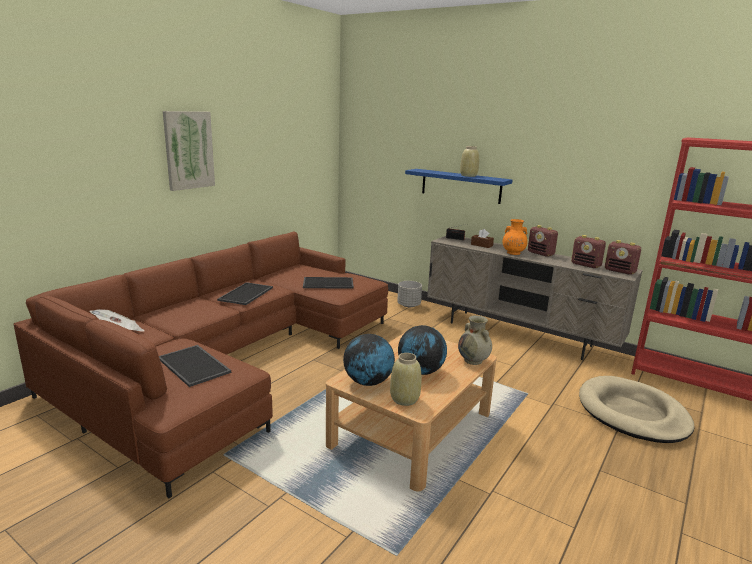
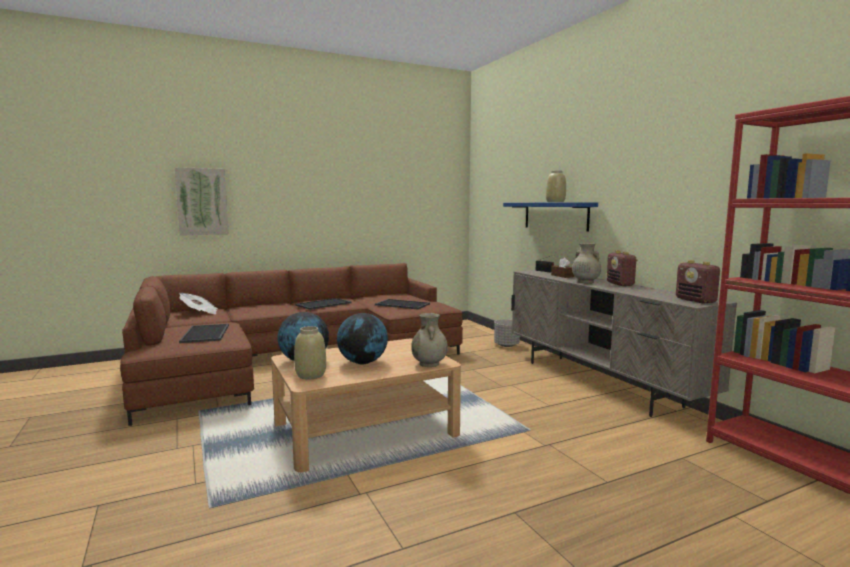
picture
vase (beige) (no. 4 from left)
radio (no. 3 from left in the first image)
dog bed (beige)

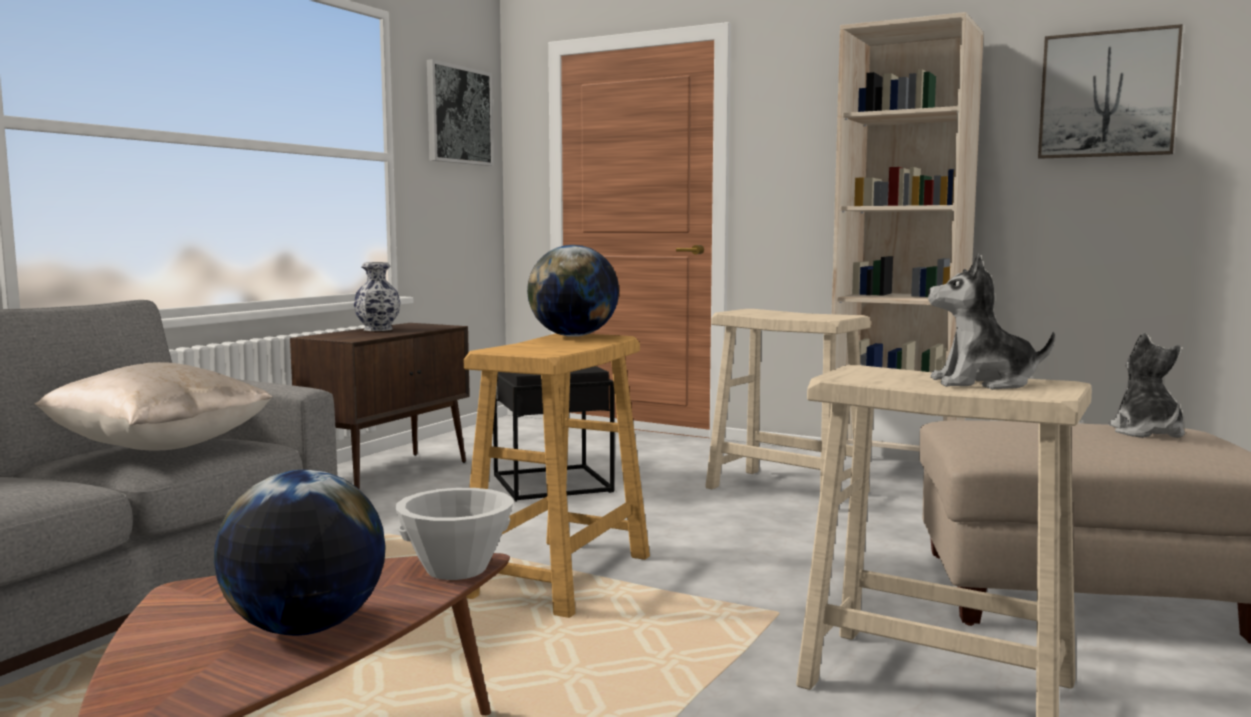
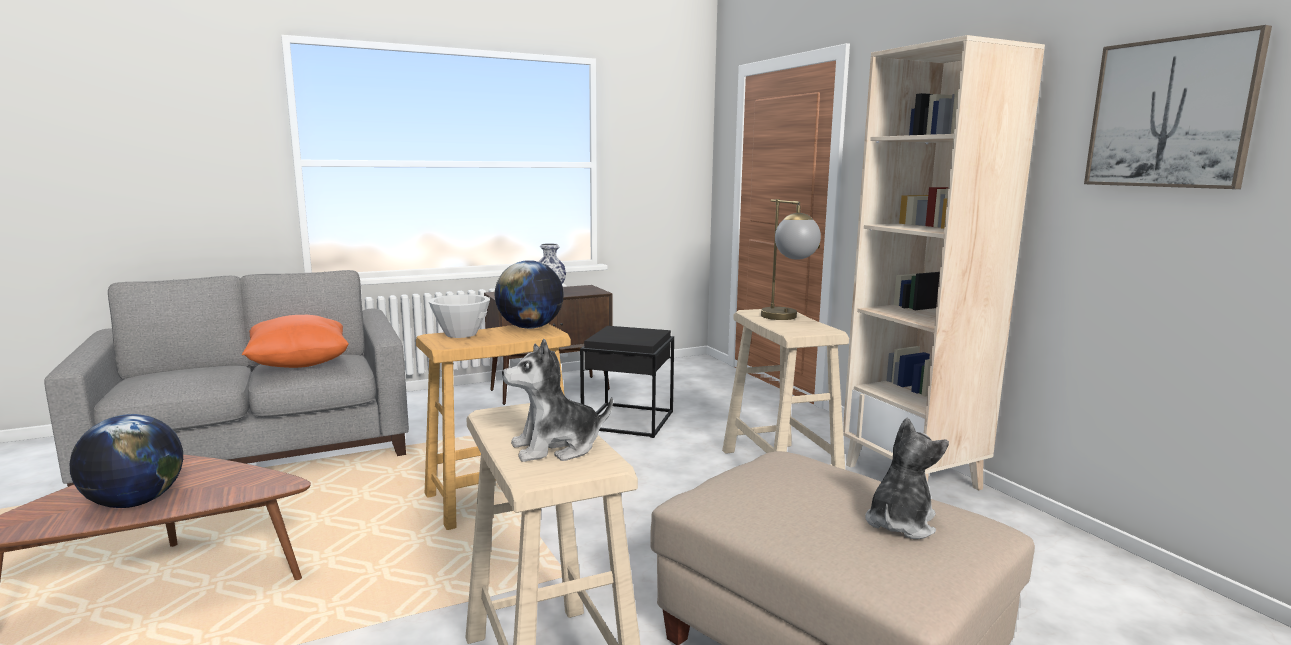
pillow (orange)
bowl (white)
plush toy (no. 1 from left)
table lamp
picture (no. 1 from left in the first image)

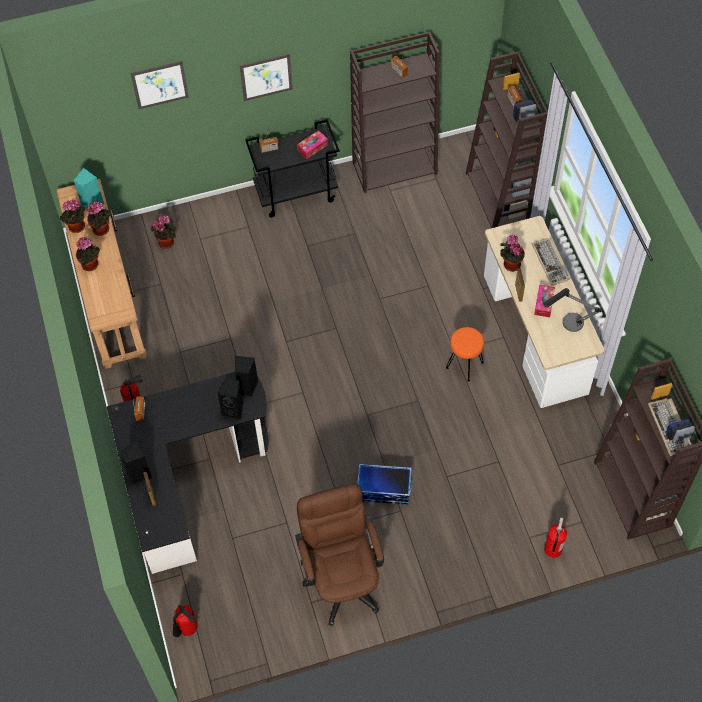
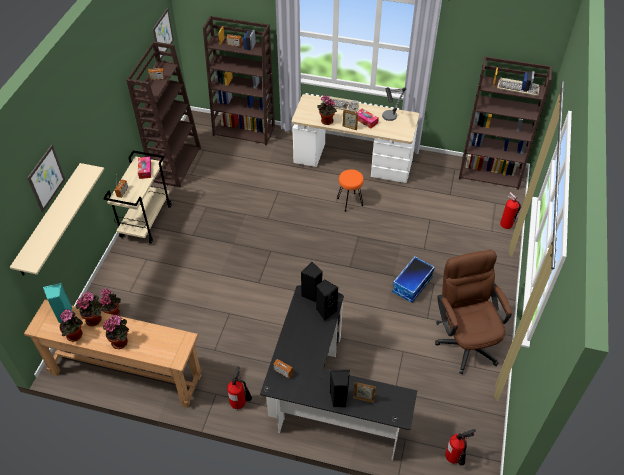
shelf (beige)
cart (beige)
picture (no. 2 from left)
office chair (brown)

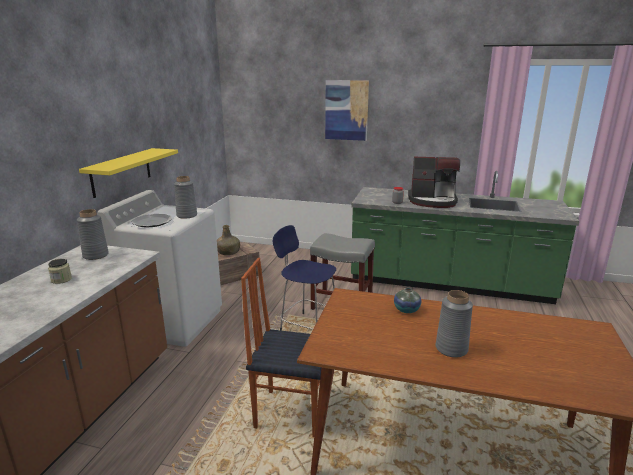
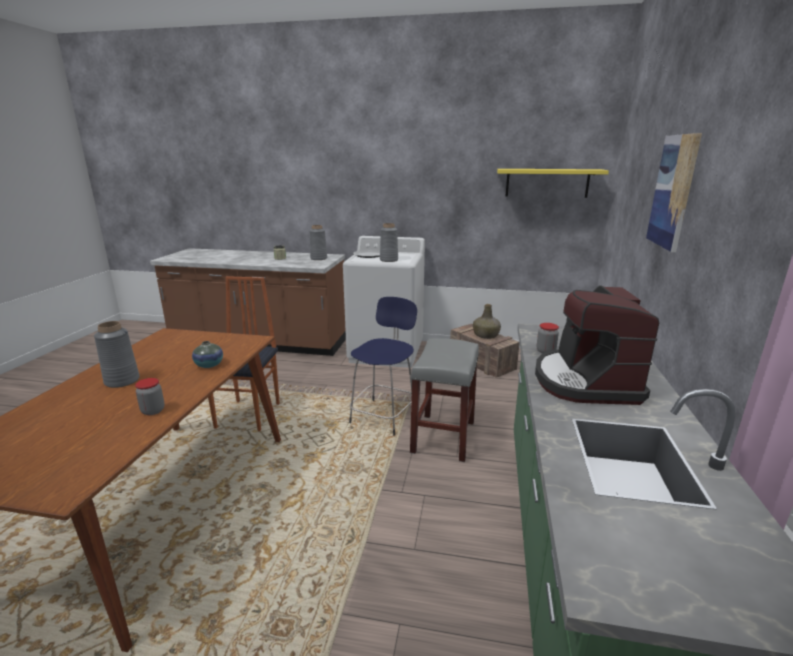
jar (no. 1 from left)
shelf (yellow)

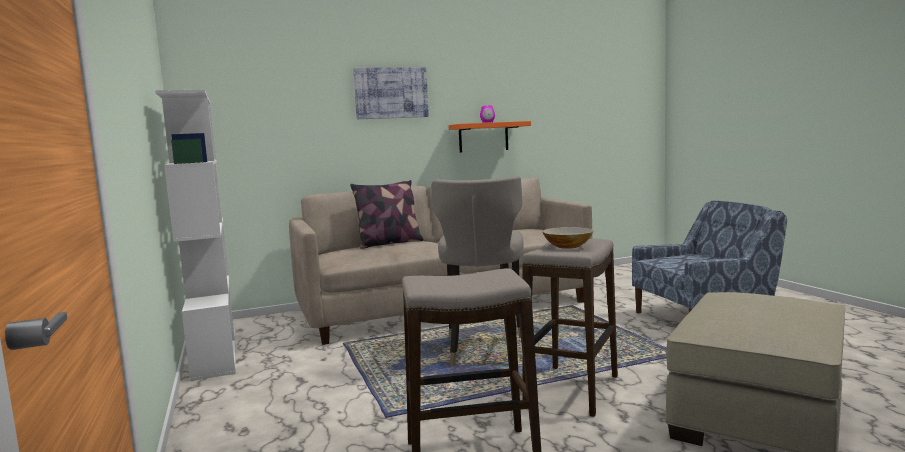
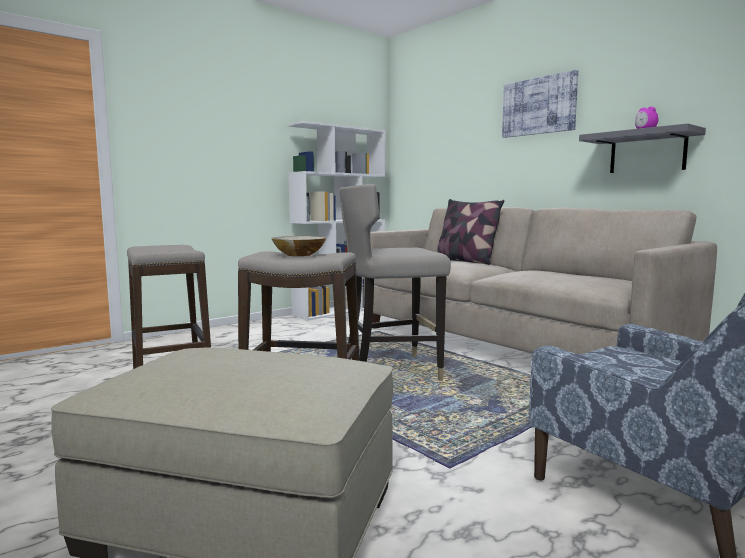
shelf (grey)

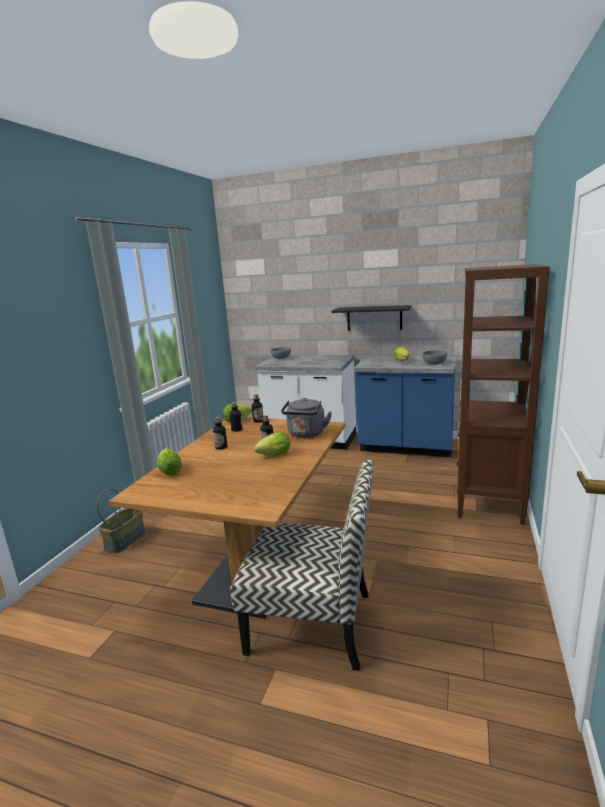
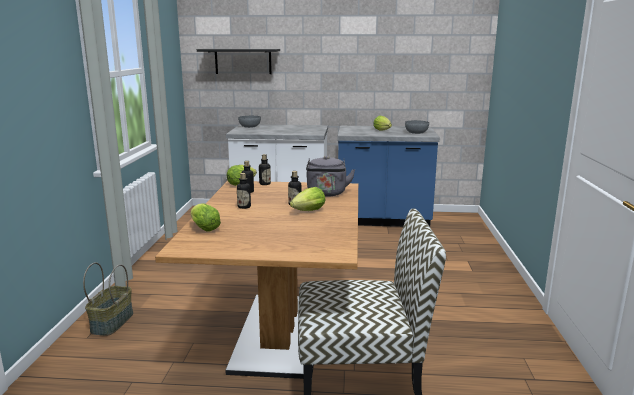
shelf (black)
bookcase (brown)

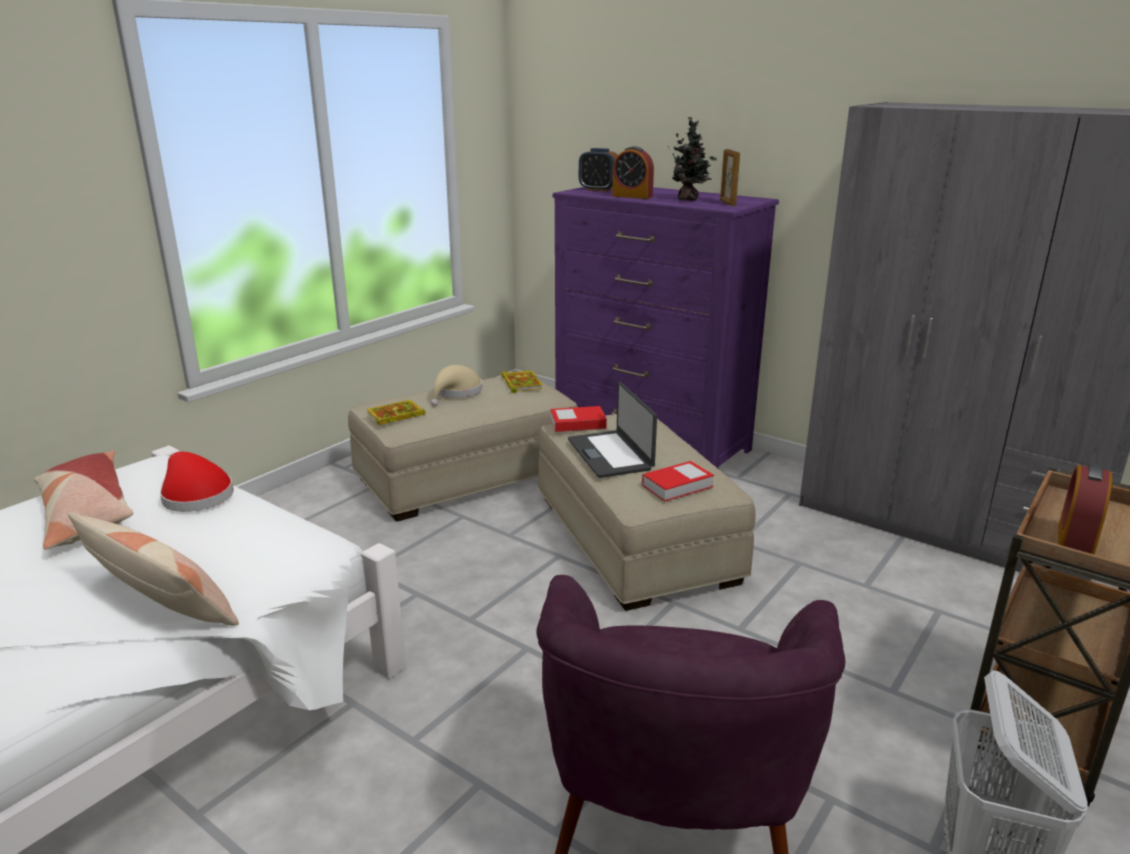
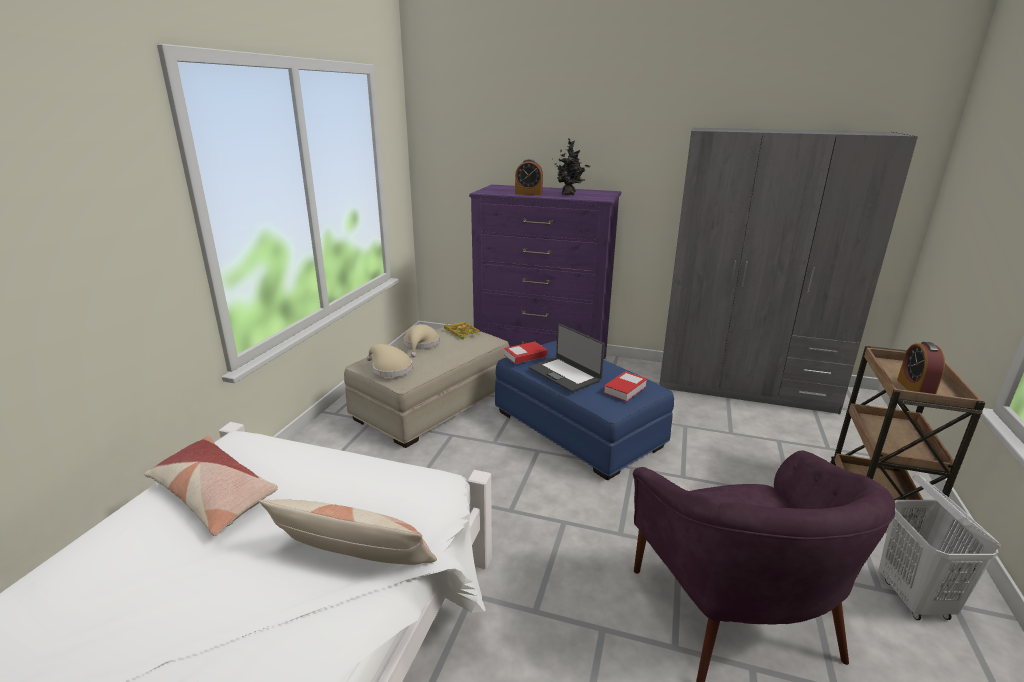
hat (beige) (no. 1 from left)
ottoman (blue)
hat (red)
alarm clock (no. 1 from left in the first image)
picture frame

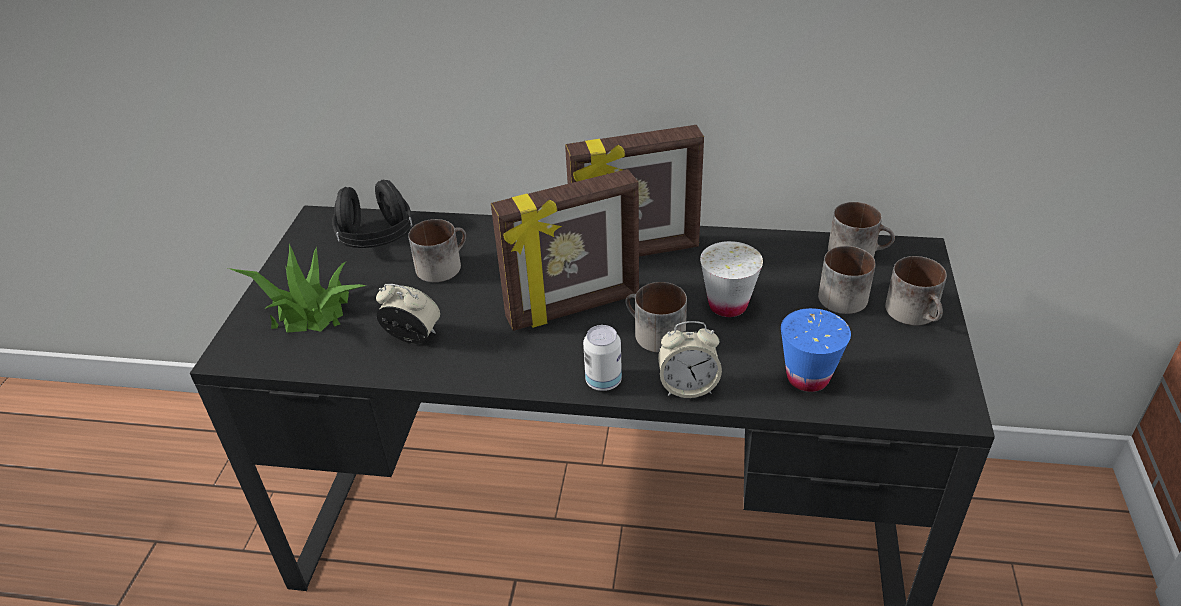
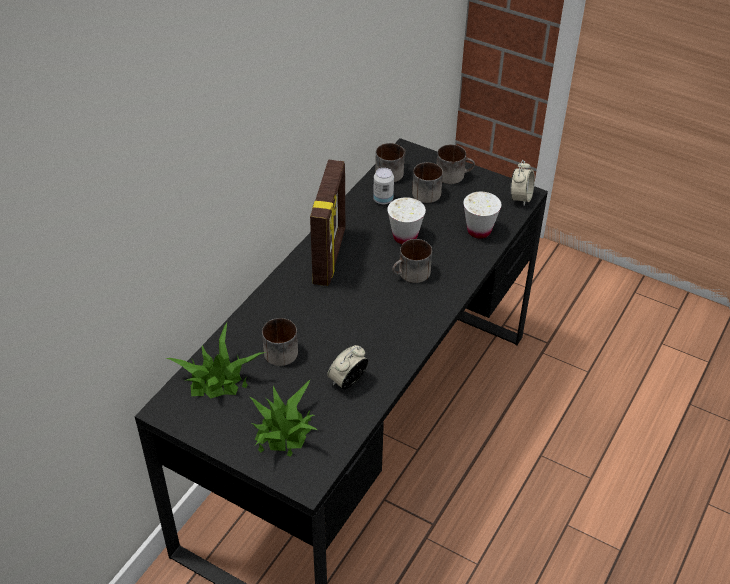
potted plant (no. 1 from left)
can
cup (white) (no. 2 from left)
alarm clock (no. 2 from left)
picture frame (no. 1 from left in the first image)

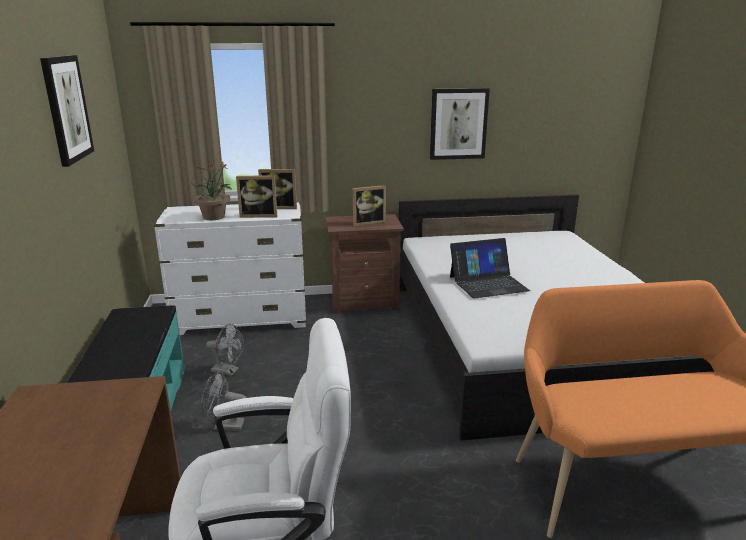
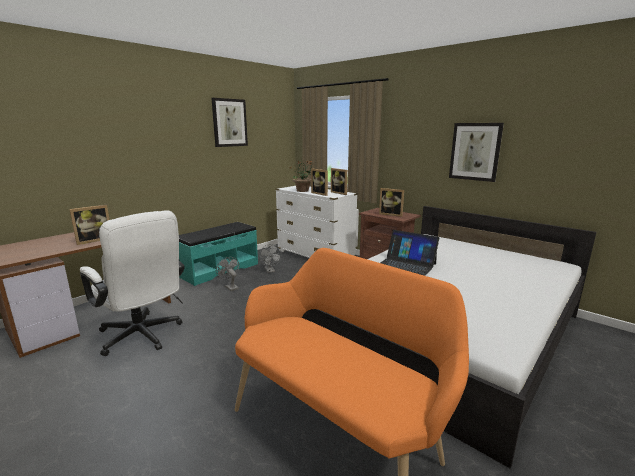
picture frame (no. 1 from left)

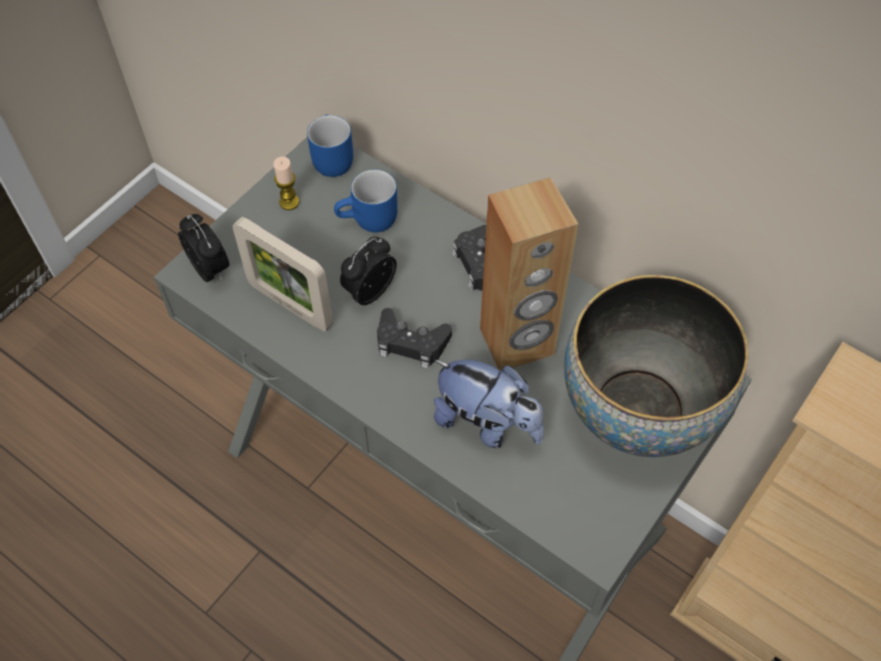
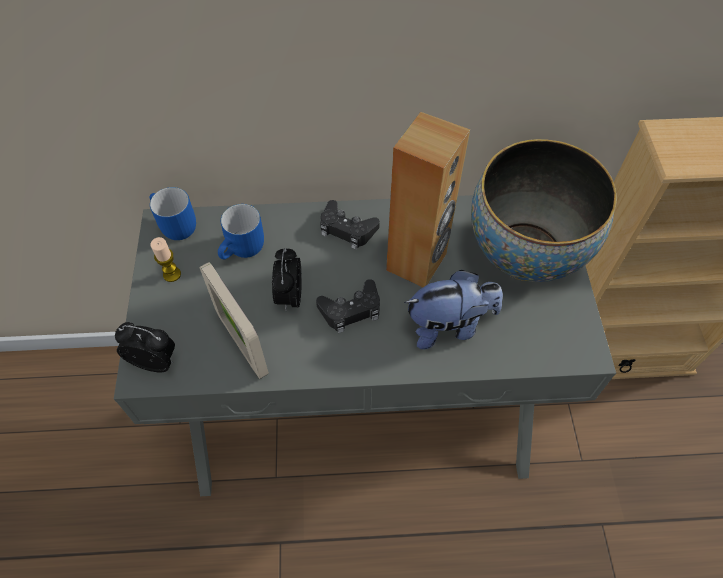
picture frame

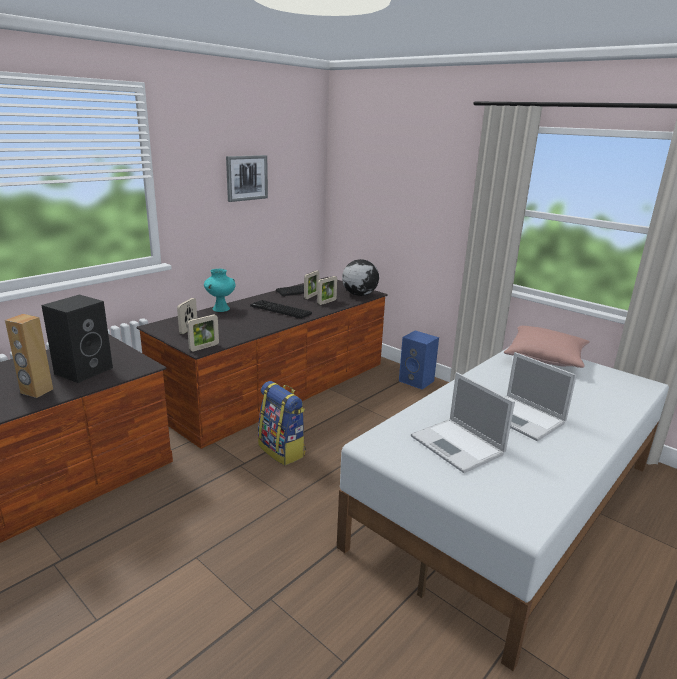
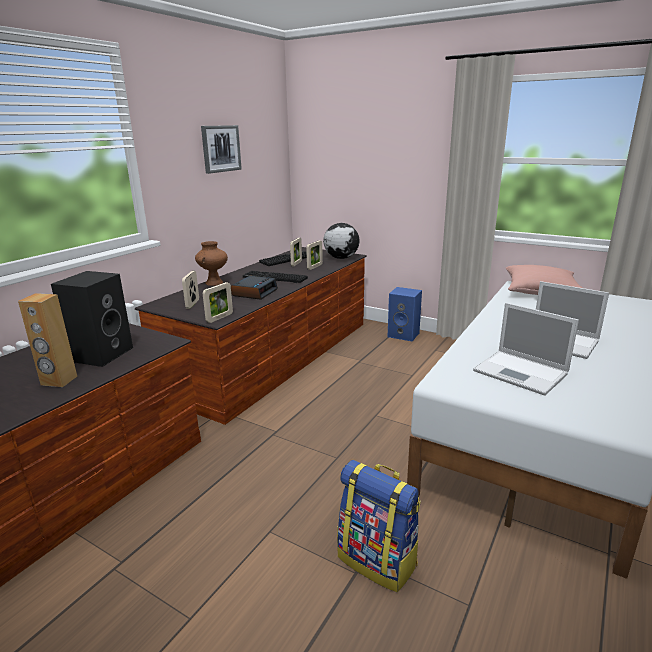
vase (brown)
alarm clock
backpack

